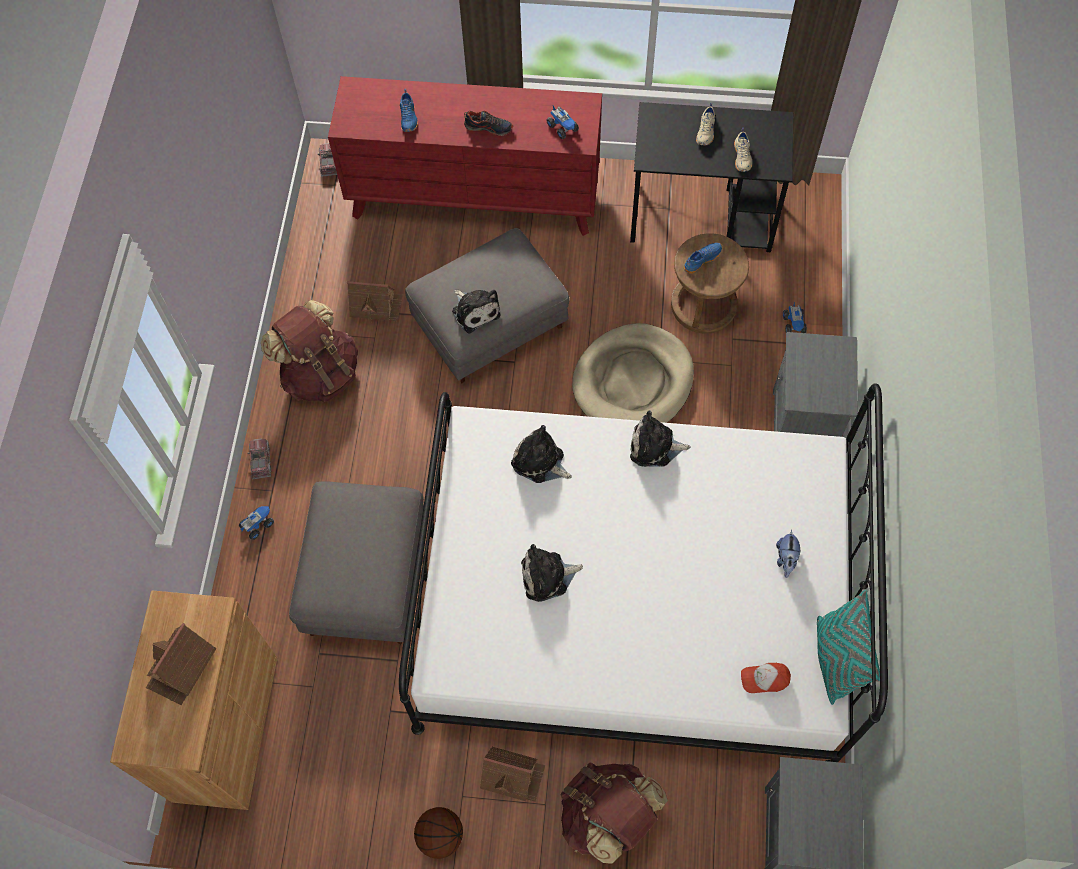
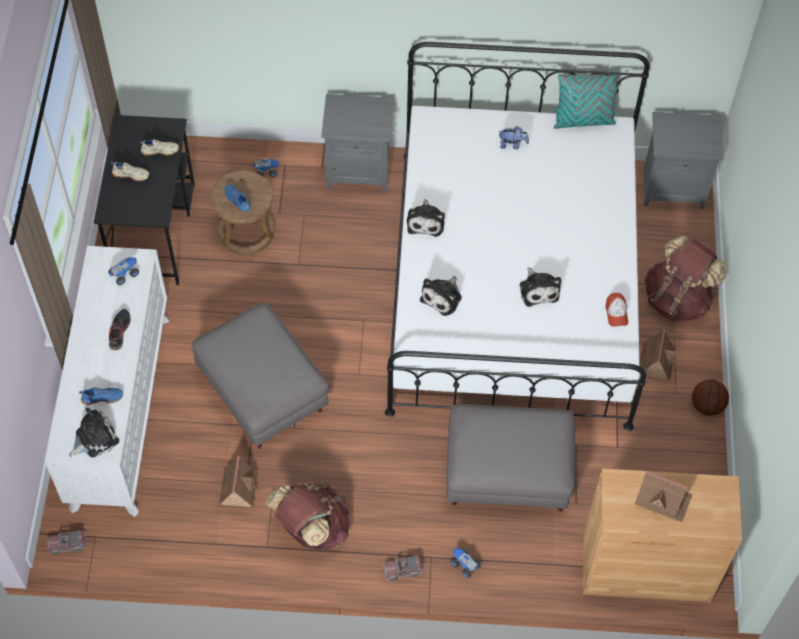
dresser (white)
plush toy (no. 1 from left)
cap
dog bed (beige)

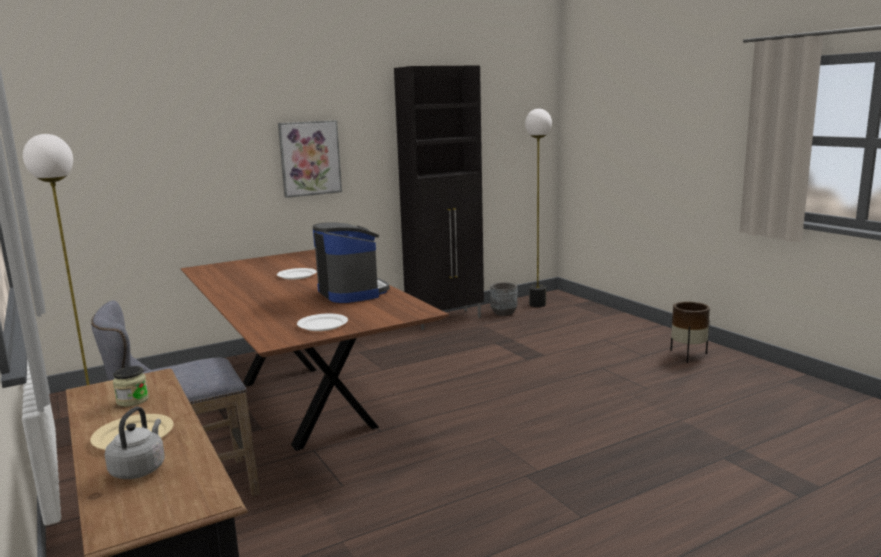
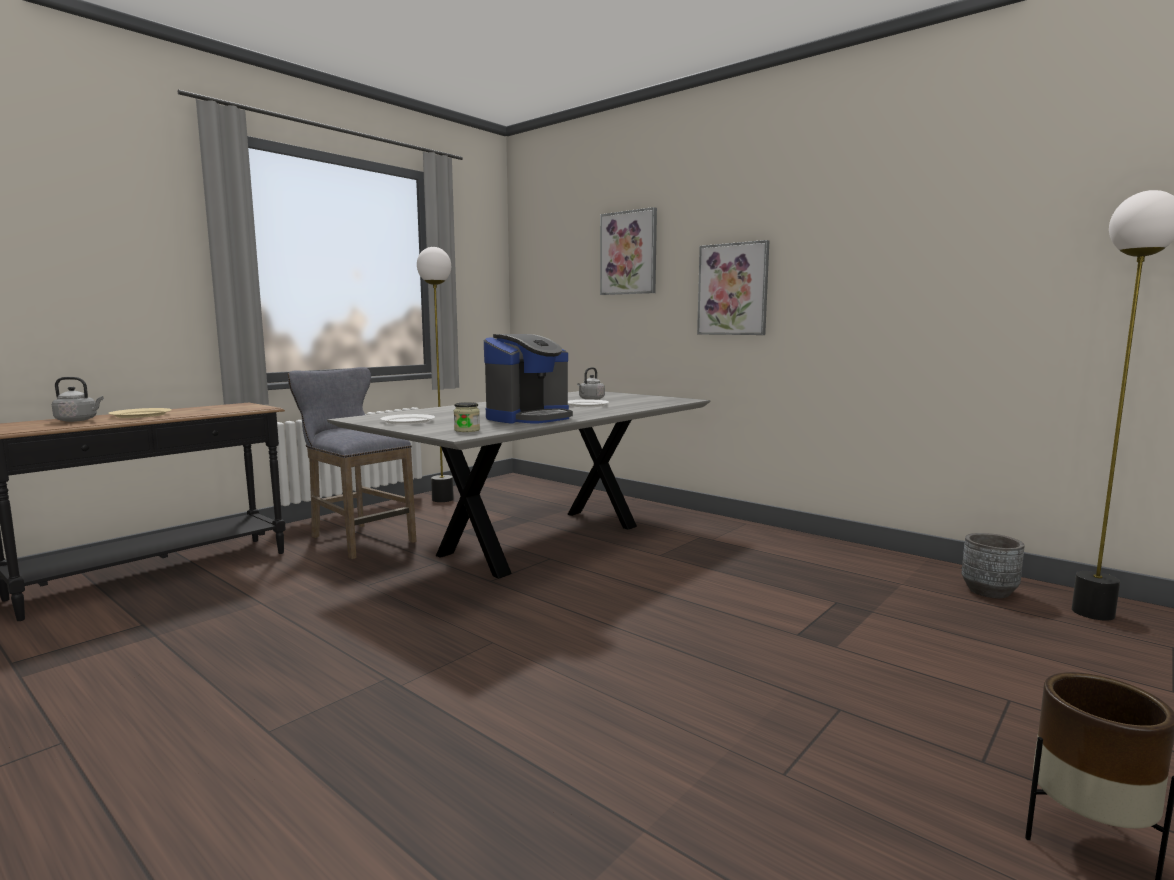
dining table (grey)
jar
kettle (grey) (no. 2 from left)
picture (no. 1 from left)
cabinet (black)

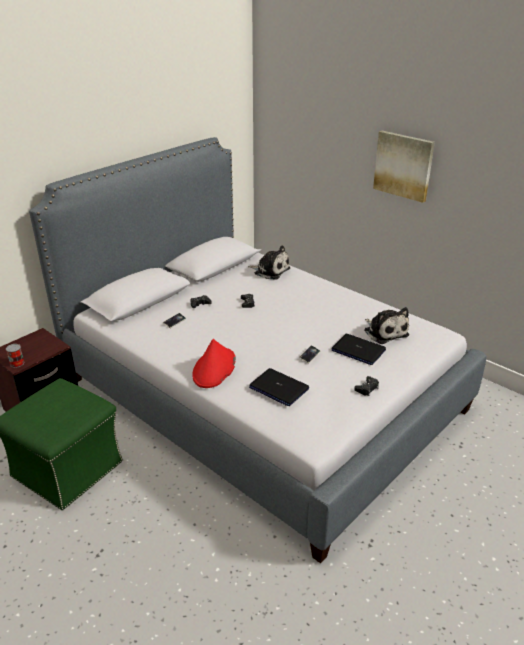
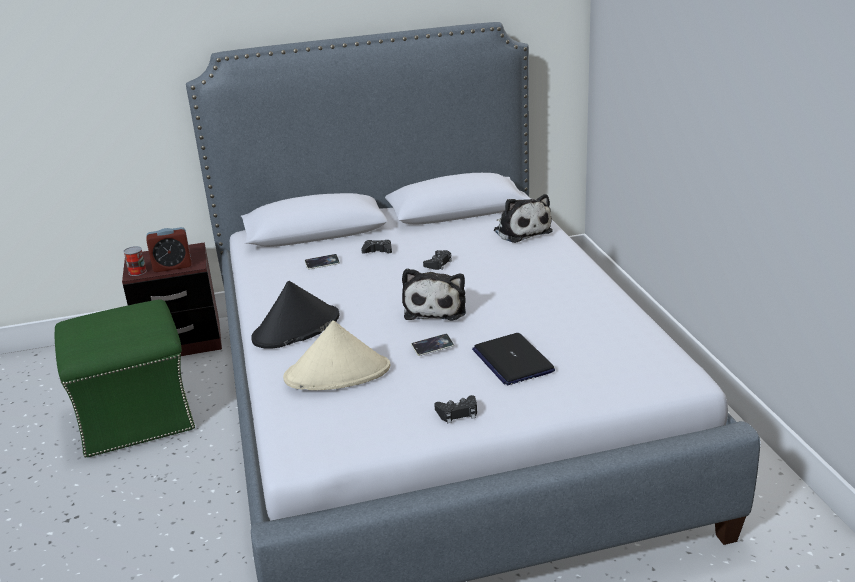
alarm clock
hat (black)
hat (beige)
plush toy (no. 1 from left)
picture

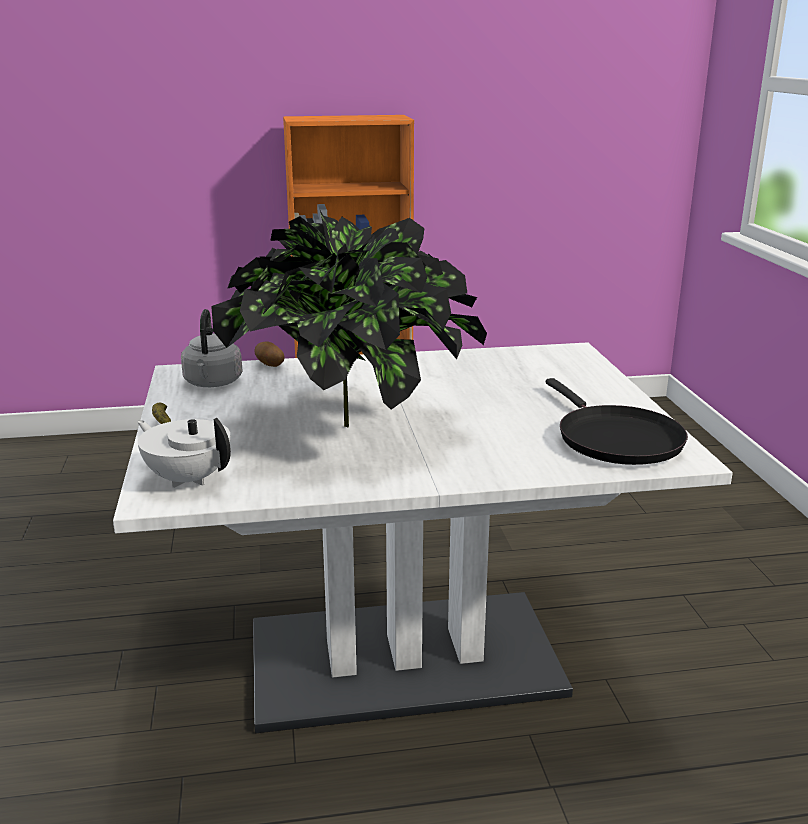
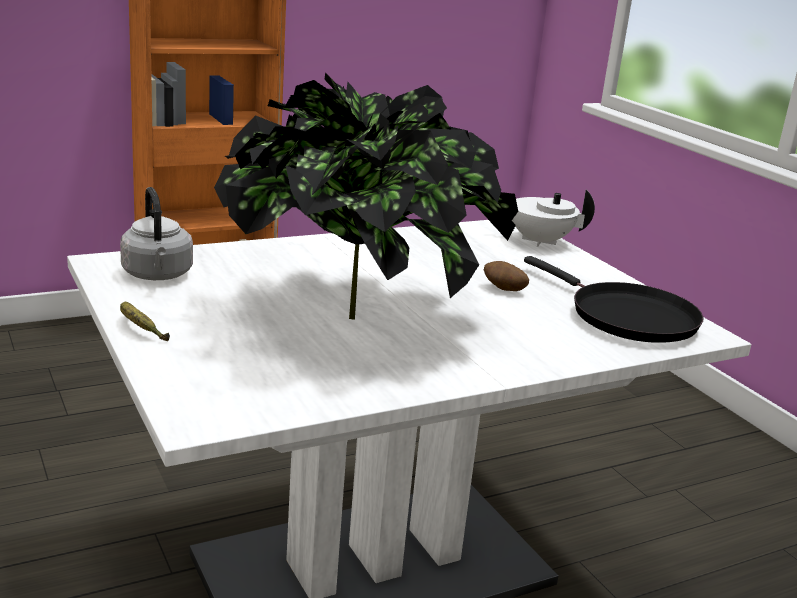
potato
teapot (white)

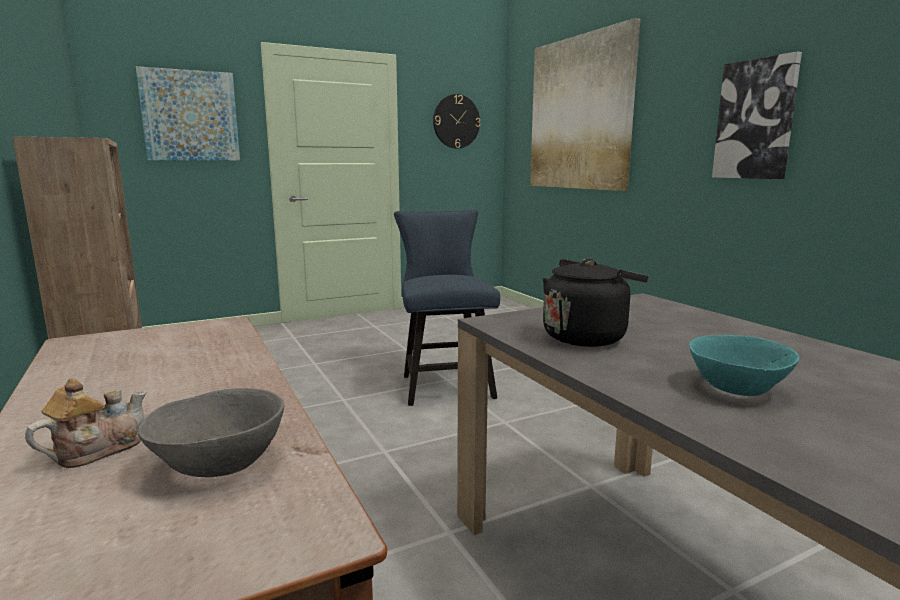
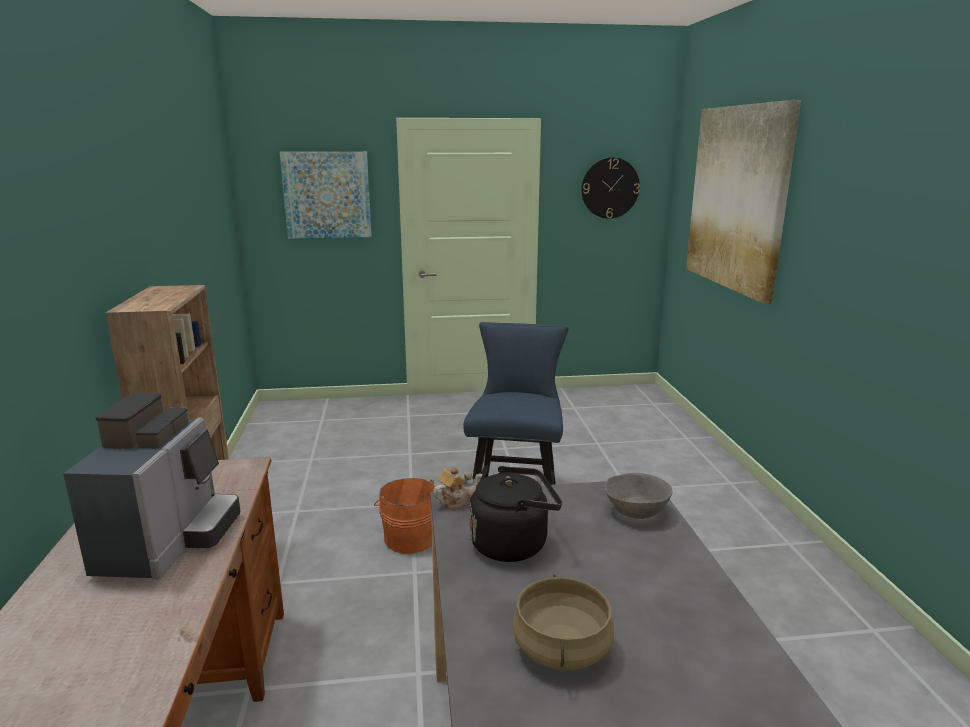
coffee machine
bucket (orange)
teapot
cooking pot (beige)
bowl (grey)
picture (no. 3 from left in the first image)

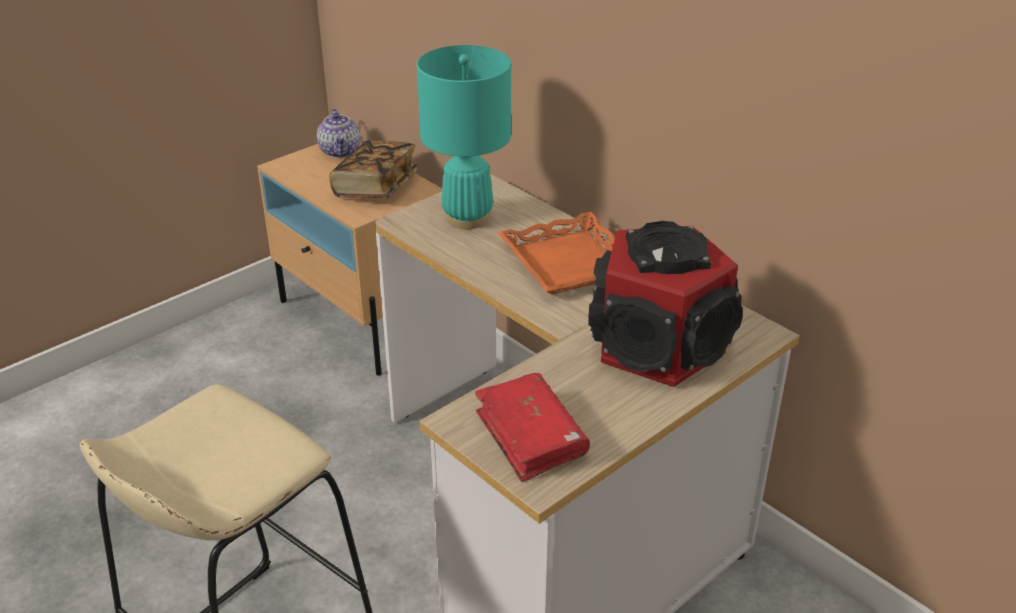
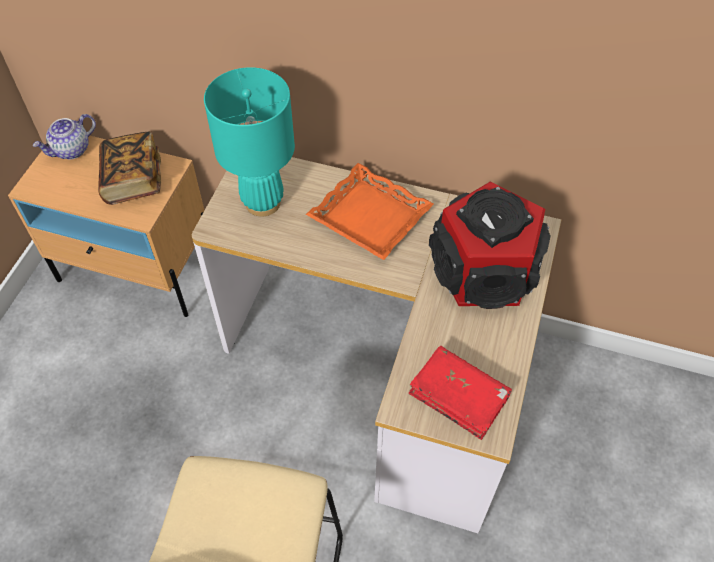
teapot

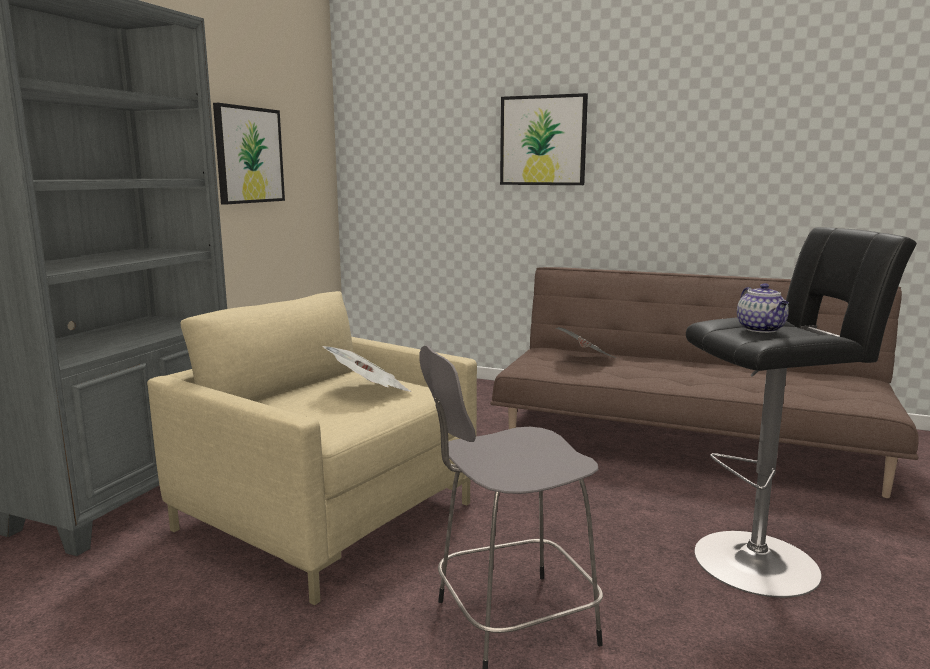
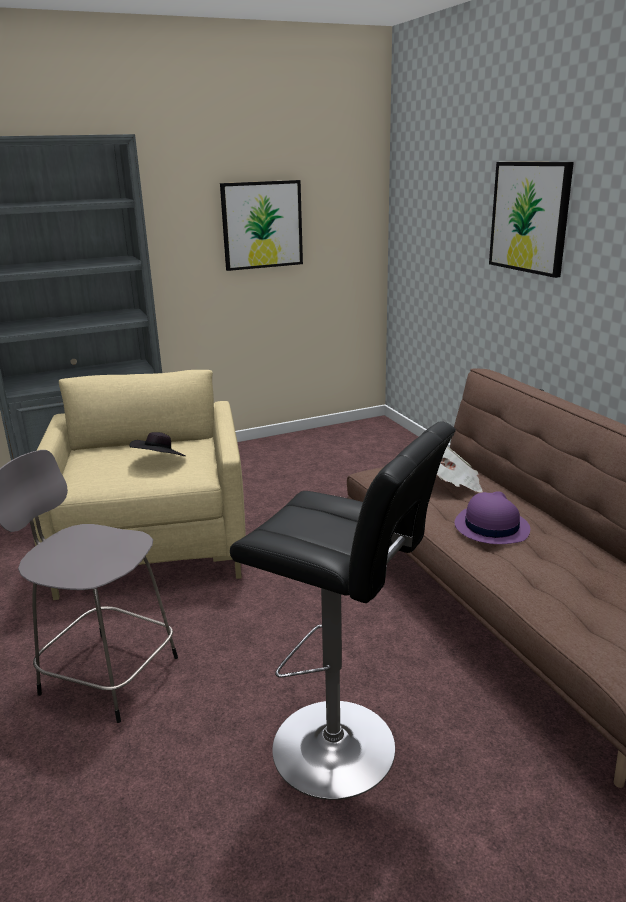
hat (black)
hat (purple)
teapot

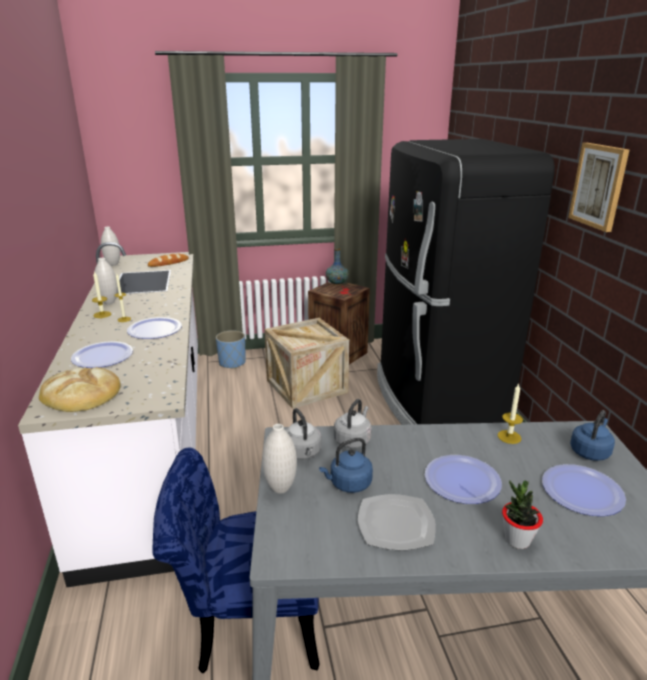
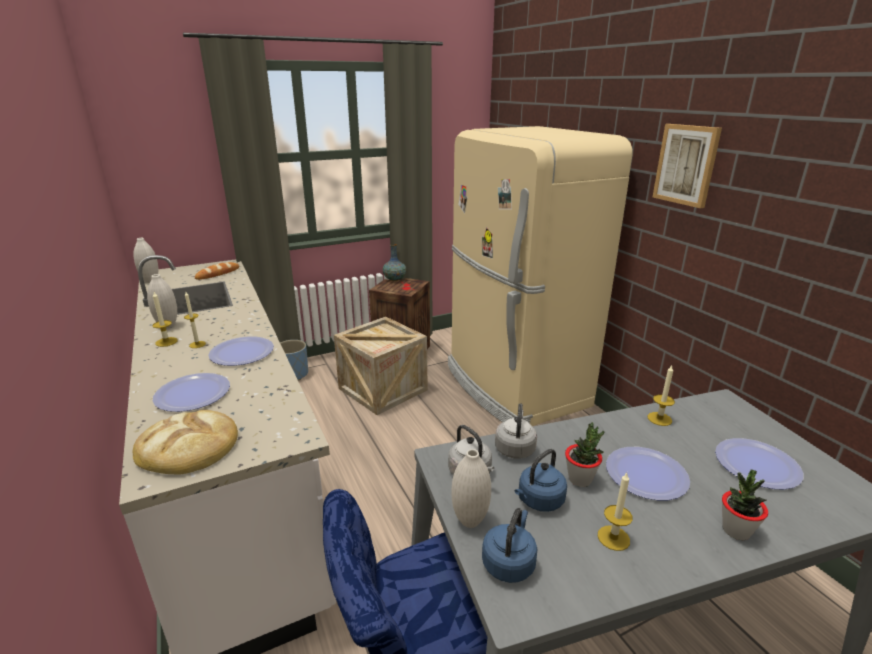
fridge (beige)
kettle (blue) (no. 1 from left)
potted plant (no. 1 from left)
candle (no. 3 from left)

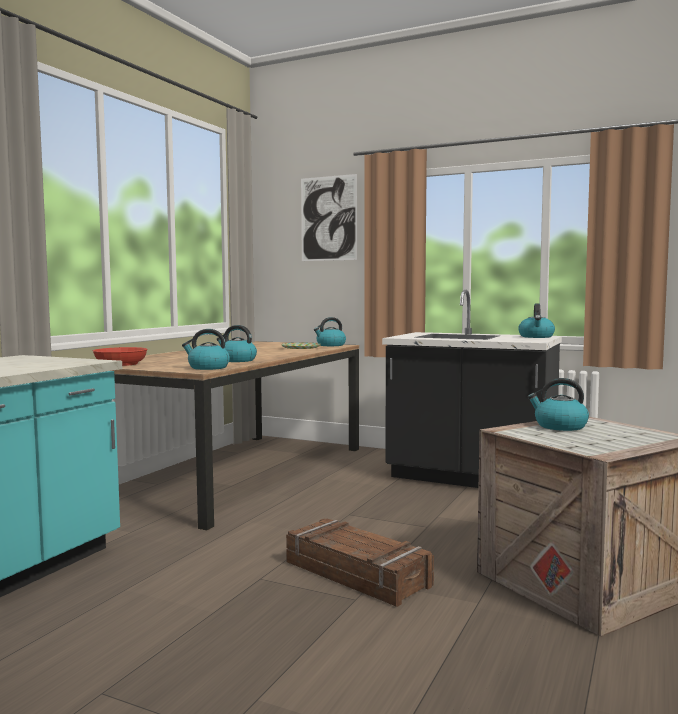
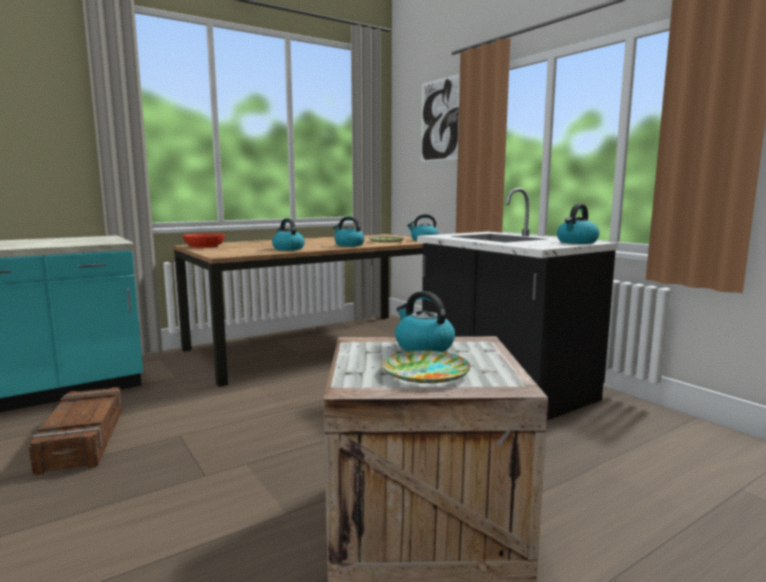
crate (no. 1 from left)
kettle (no. 2 from left)
plate (no. 2 from left)

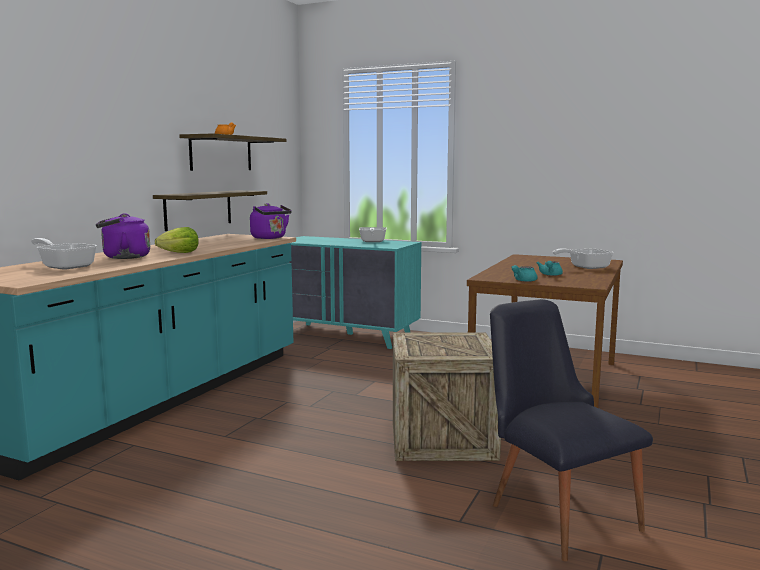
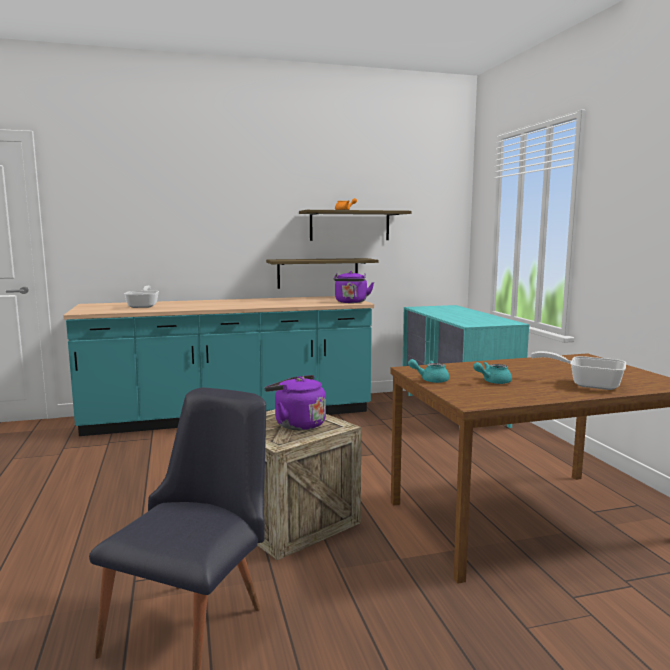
kettle (purple) (no. 1 from left)
lettuce
frying pan (no. 2 from left in the first image)

